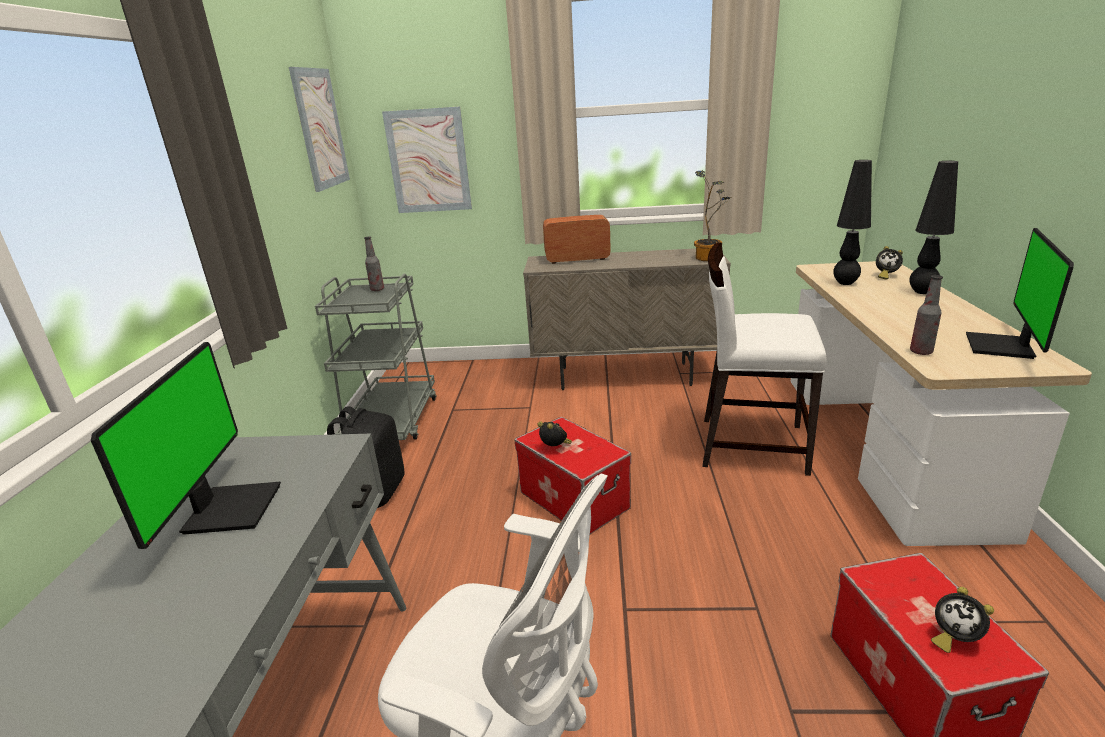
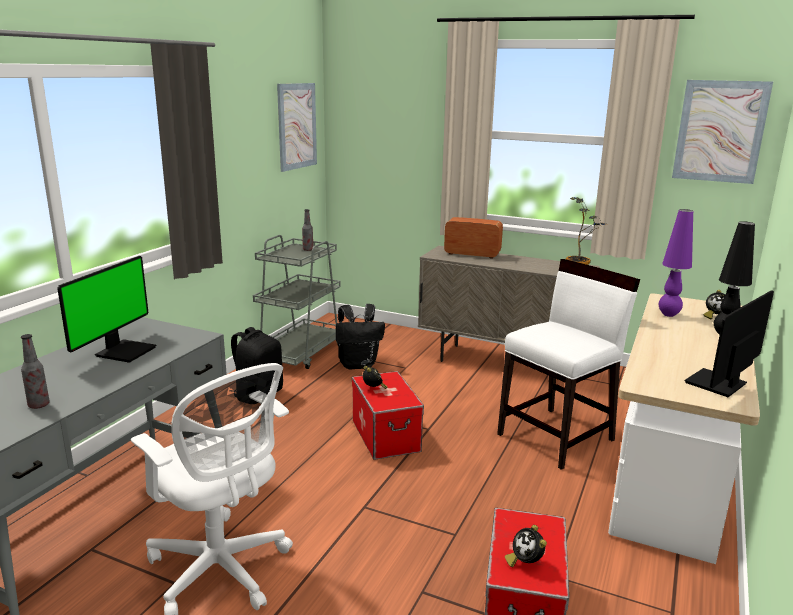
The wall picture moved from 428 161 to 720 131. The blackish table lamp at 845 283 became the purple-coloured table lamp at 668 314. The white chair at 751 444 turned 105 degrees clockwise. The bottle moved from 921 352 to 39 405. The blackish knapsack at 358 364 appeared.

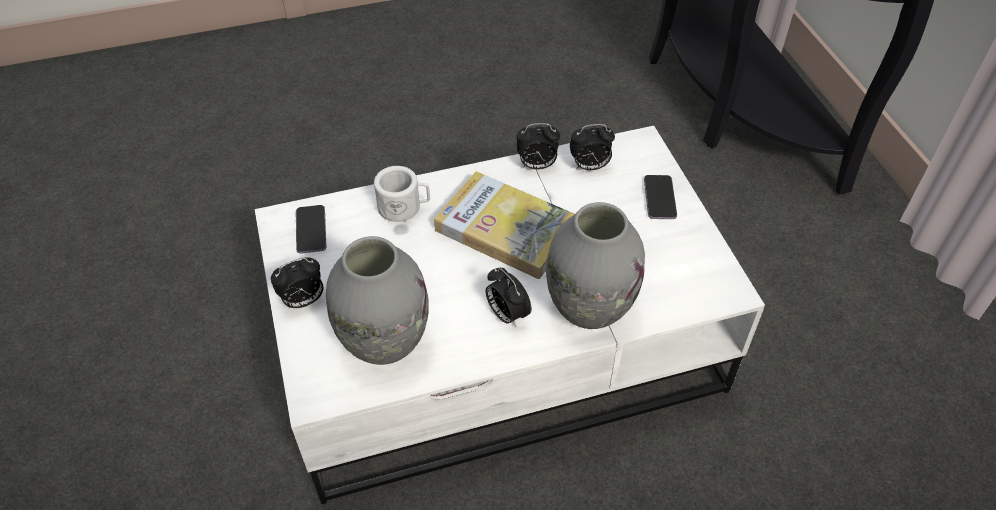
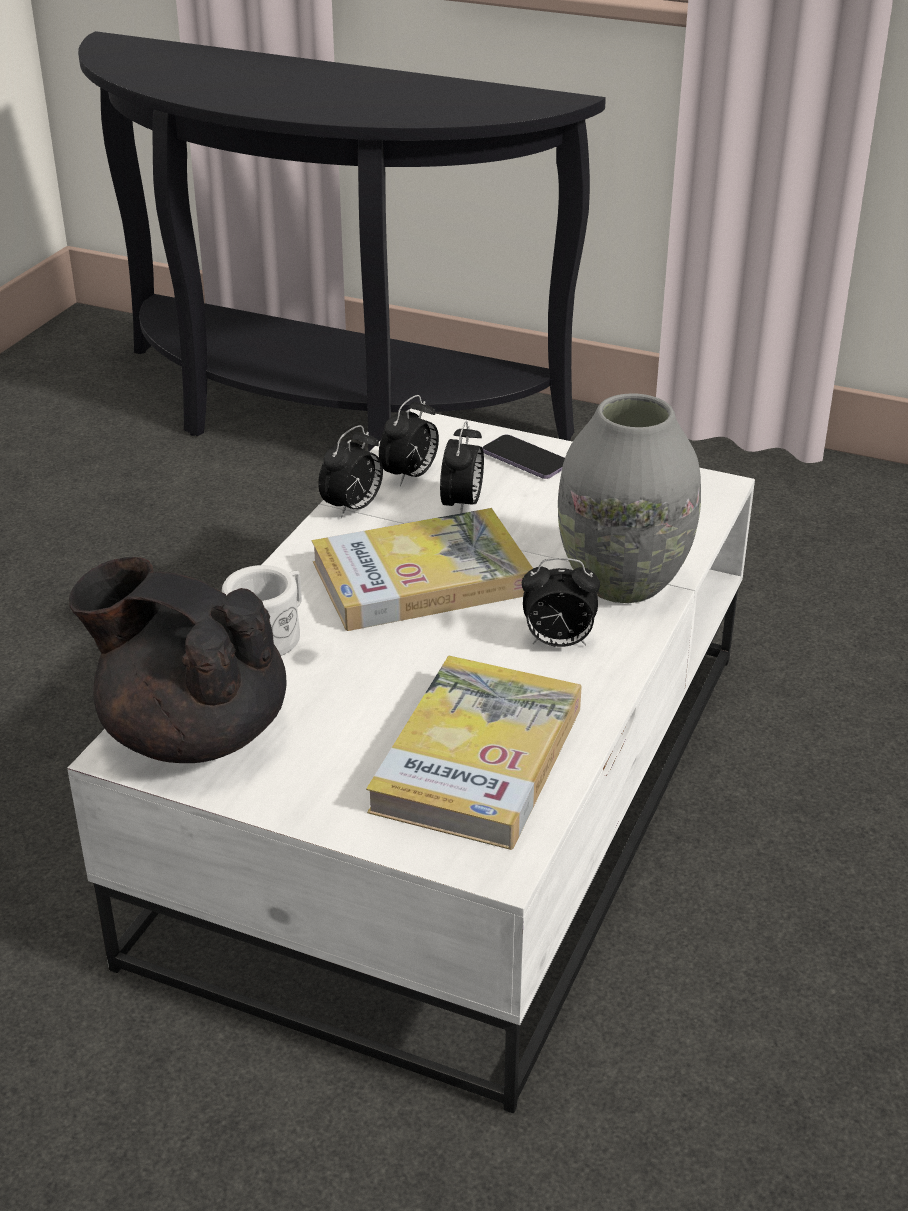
The phone at 311 230 was replaced by the blackish tea pot at 192 732. The greyish decorative vase at 383 341 was replaced by the bound book at 478 758. The alarm clock moved from 303 301 to 462 505.

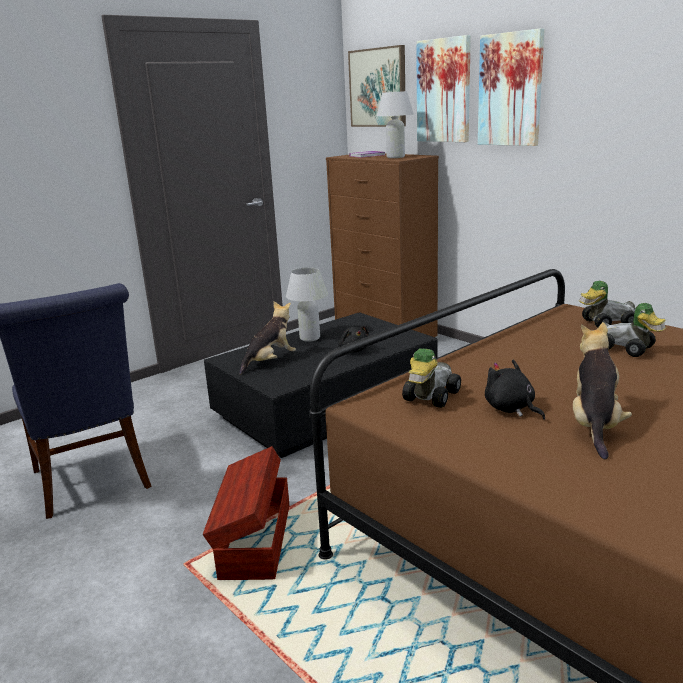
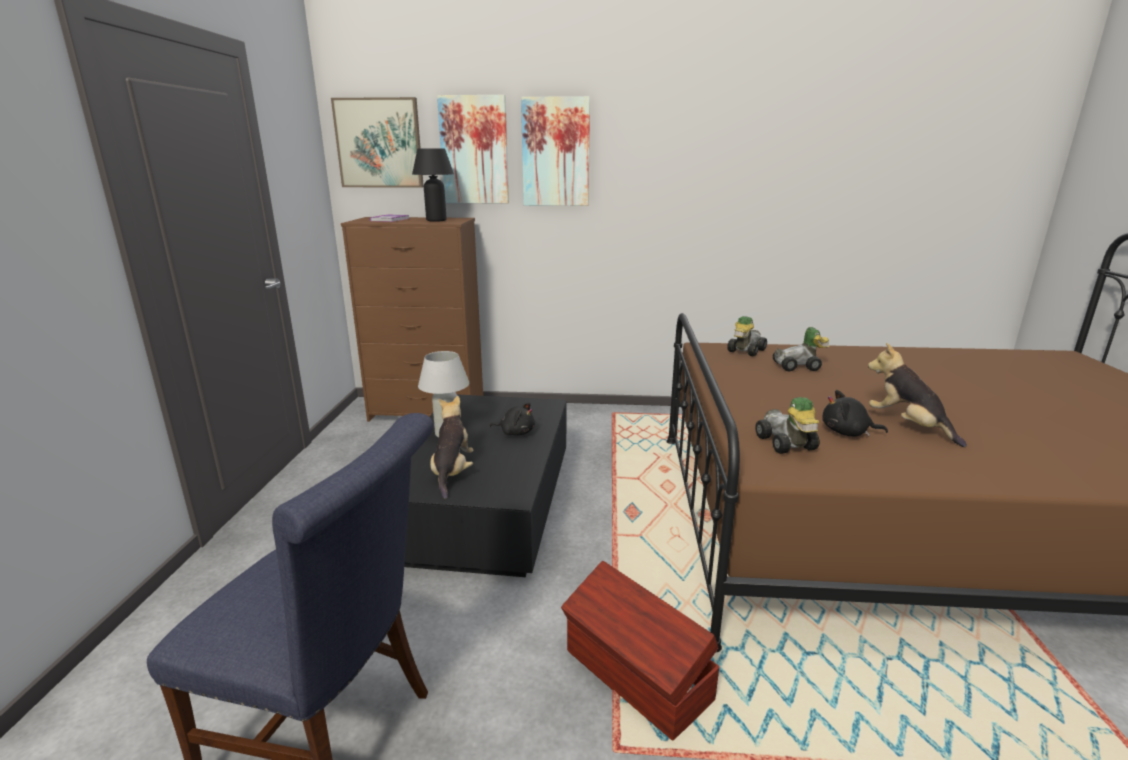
The white table lamp at 395 157 became the blackish table lamp at 436 220.

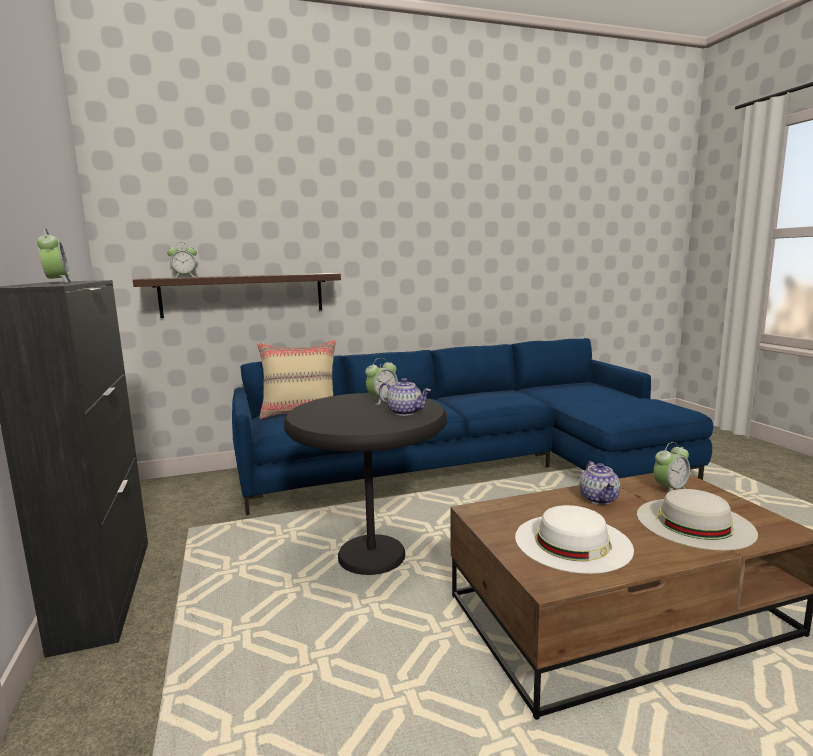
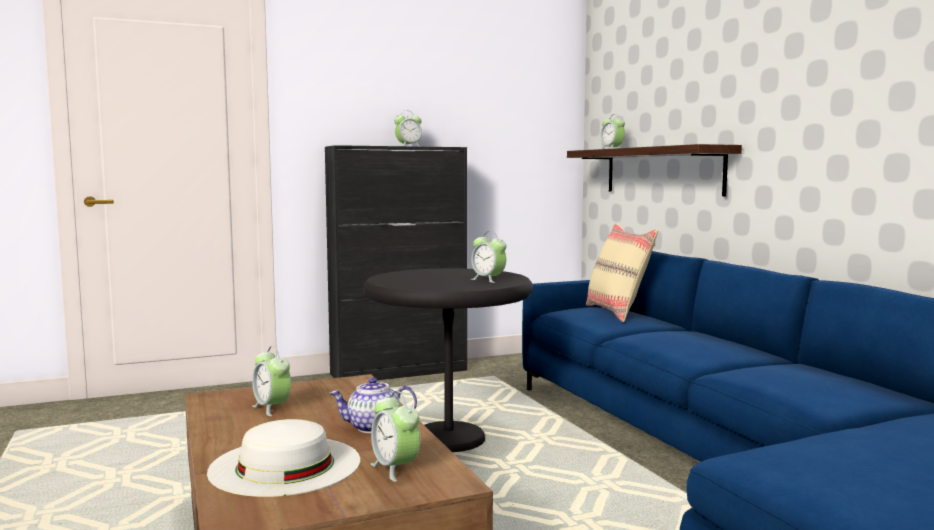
The tea pot at 405 412 disappeared. The white wearable hat at 572 542 was replaced by the alarm clock at 272 408.

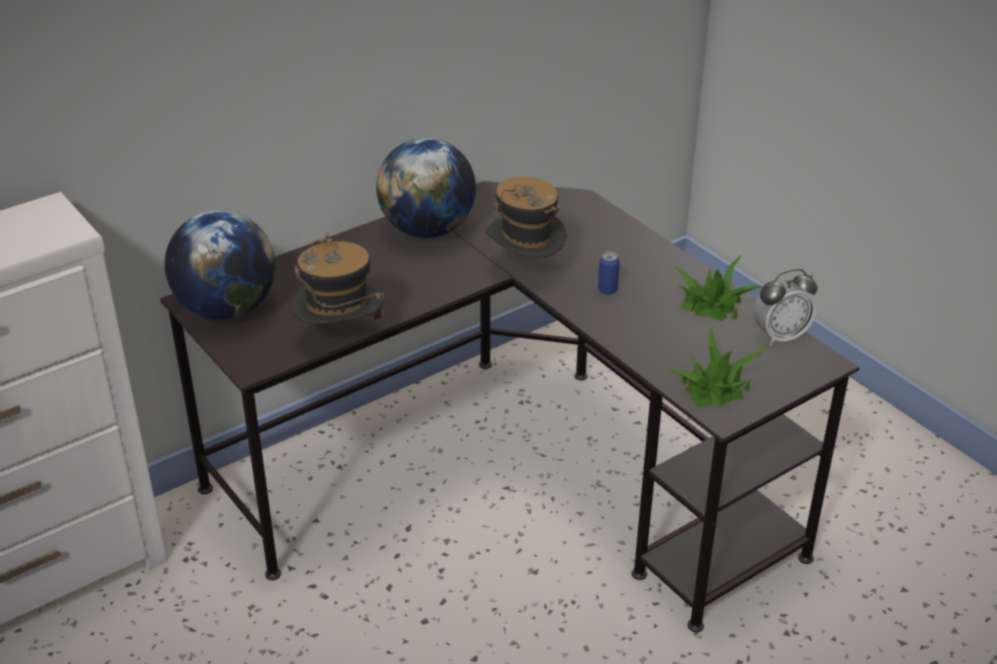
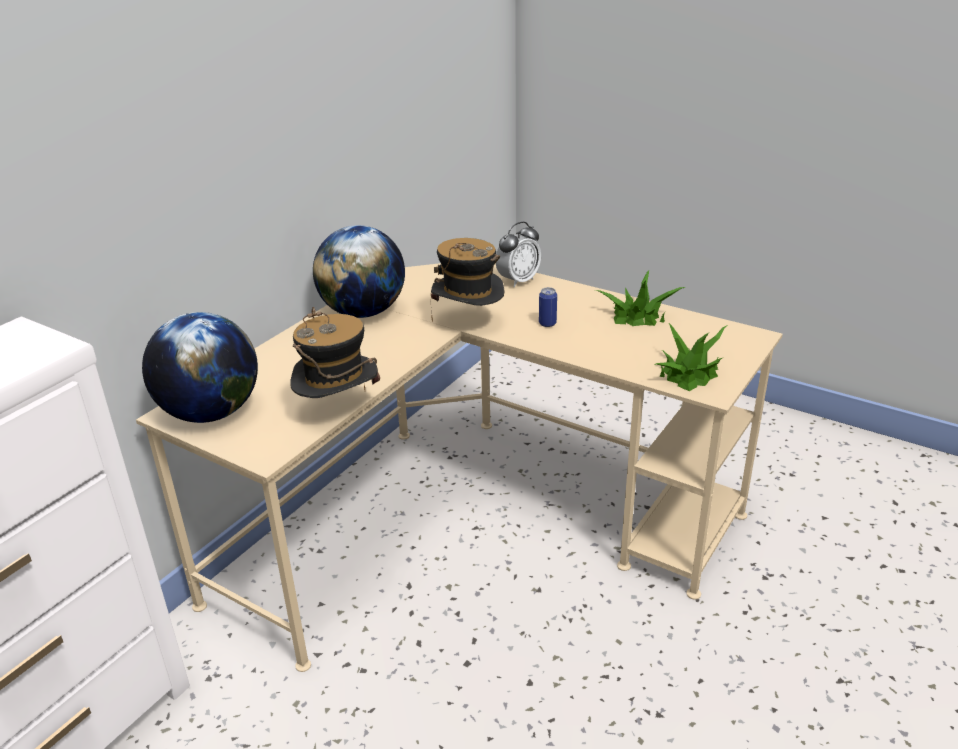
The blackish desk table at 508 475 became the beige desk table at 471 517. The alarm clock moved from 780 336 to 518 281.

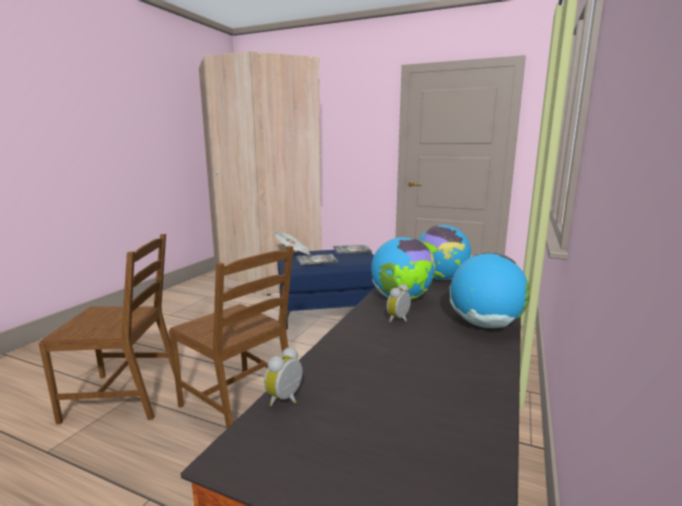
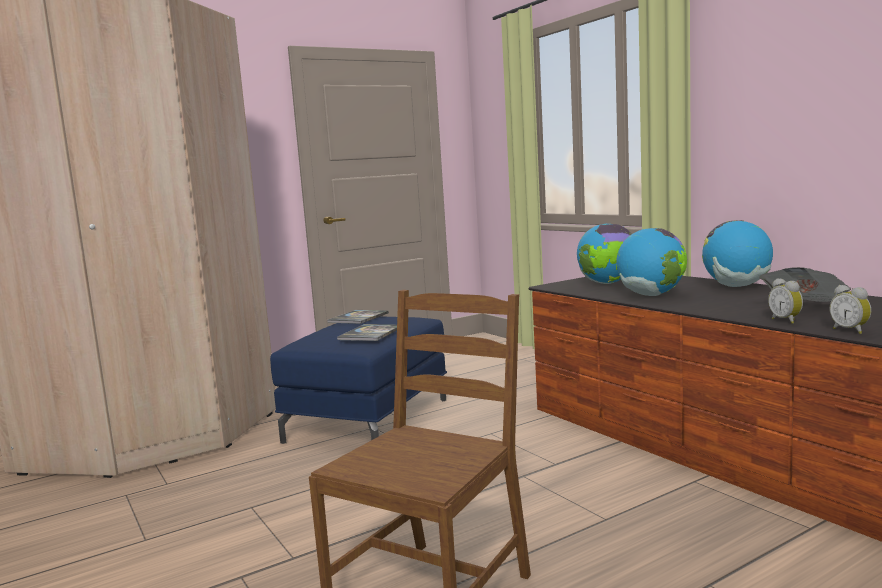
The newspaper moved from 293 252 to 805 308. The brown chair at 239 404 disappeared. The alarm clock moved from 399 320 to 786 320.

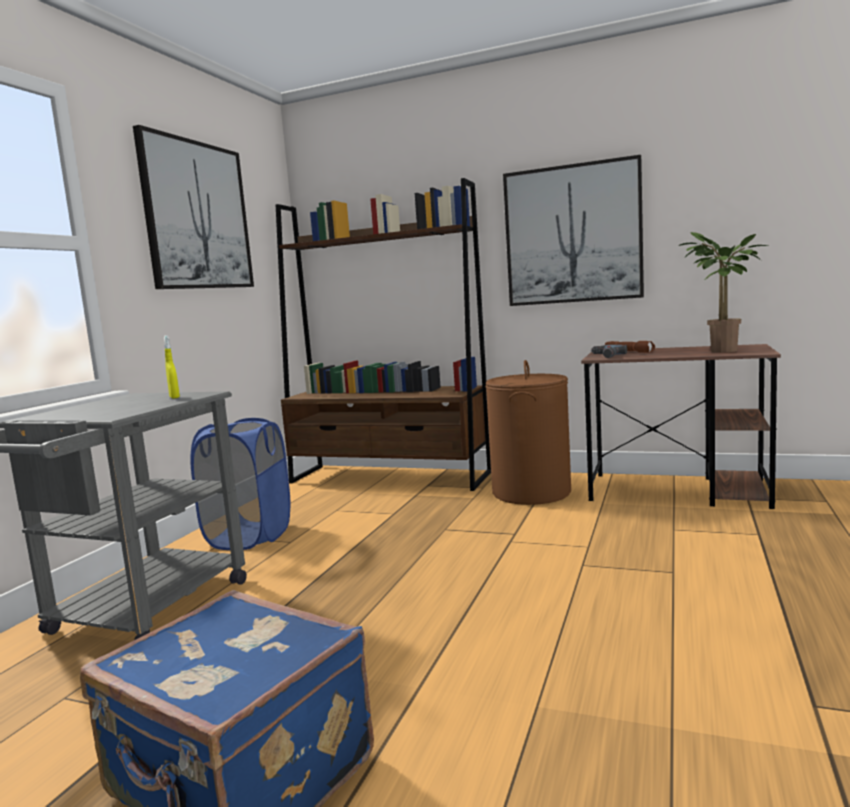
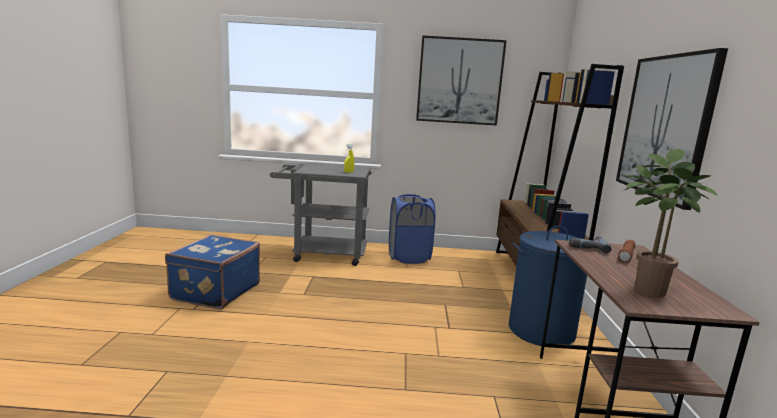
The brown washing basket at 531 492 became the blue washing basket at 541 331.

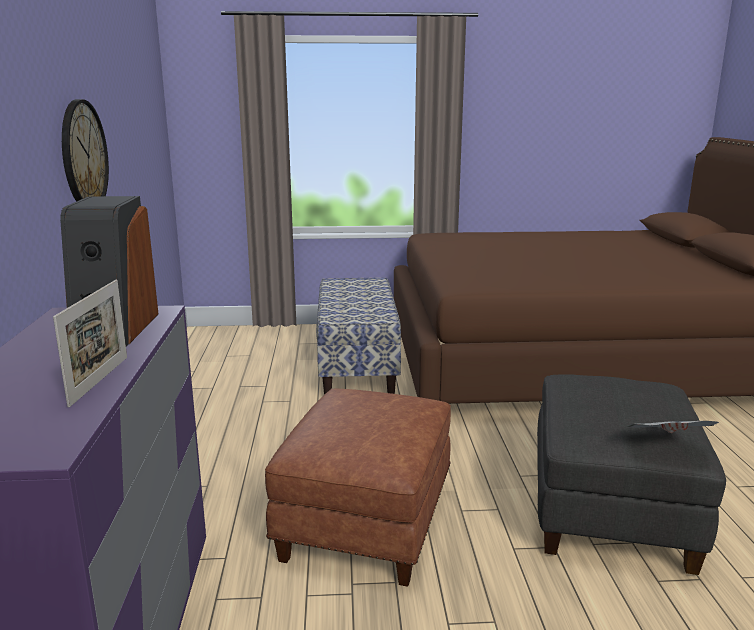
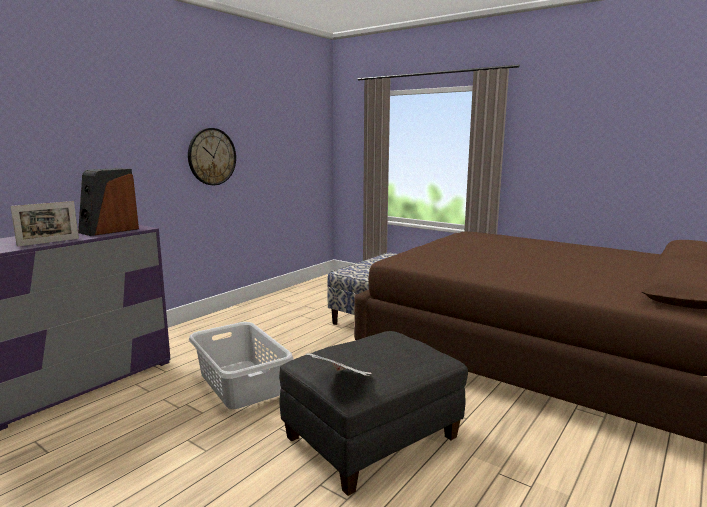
The brown ottoman at 365 520 was replaced by the greyish washing basket at 241 383.

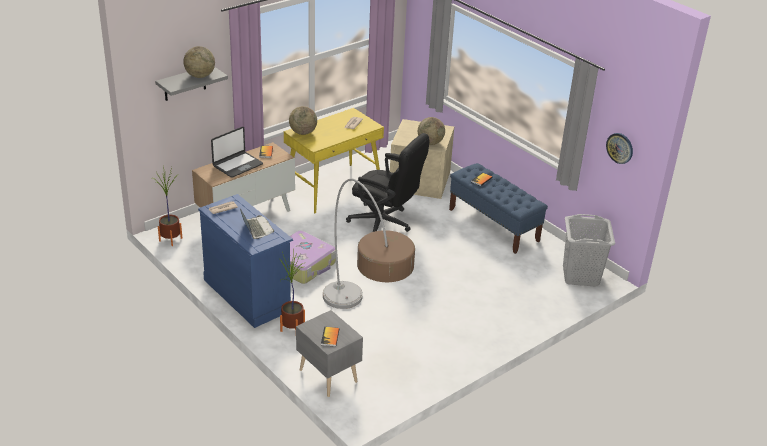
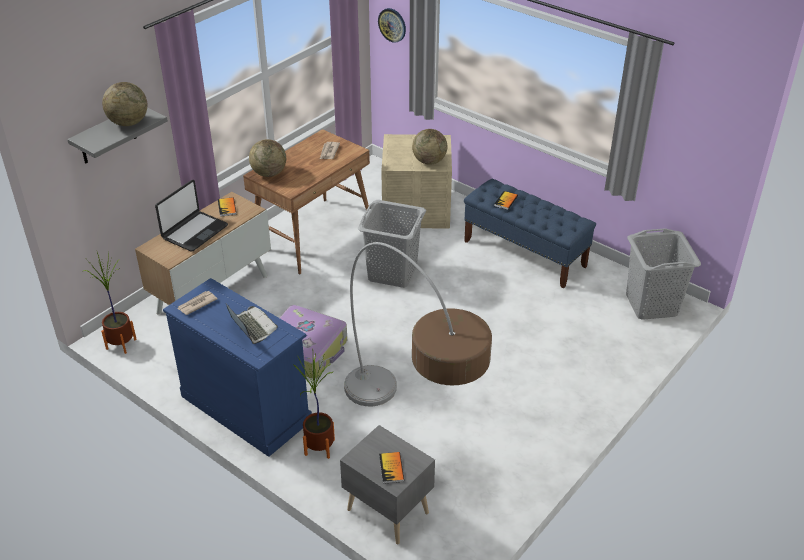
The yellow-coloured desk table at 333 188 became the brown desk table at 313 235. The blackish computer chair at 385 223 was replaced by the greyish washing basket at 392 273. The hanging clock moved from 620 148 to 392 25.

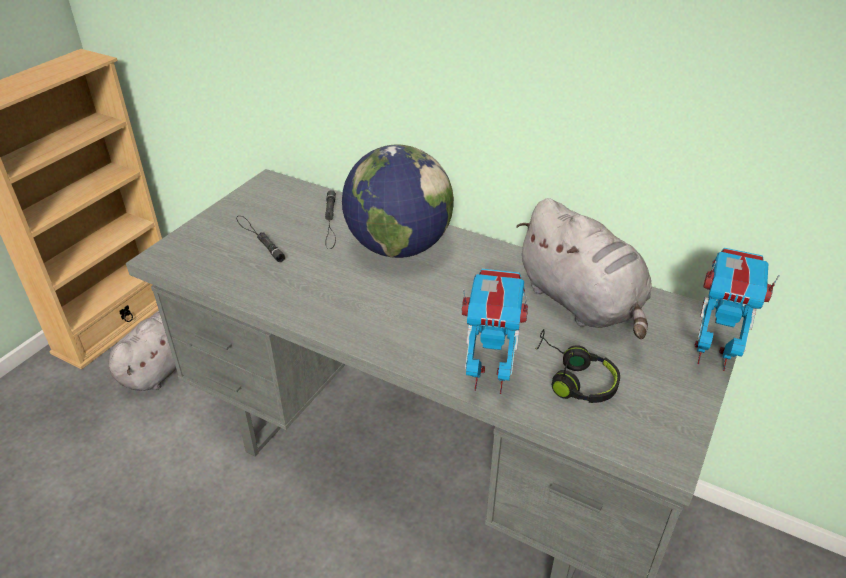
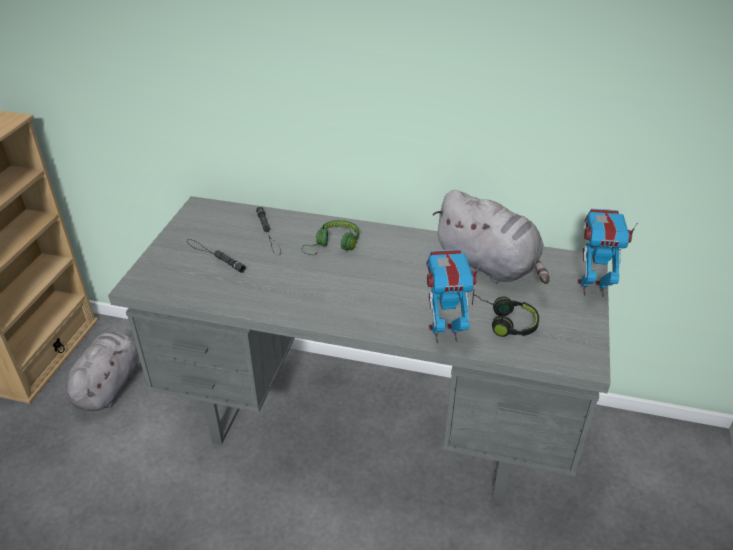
The world globe at 398 247 was replaced by the greenish headphones at 333 245.

